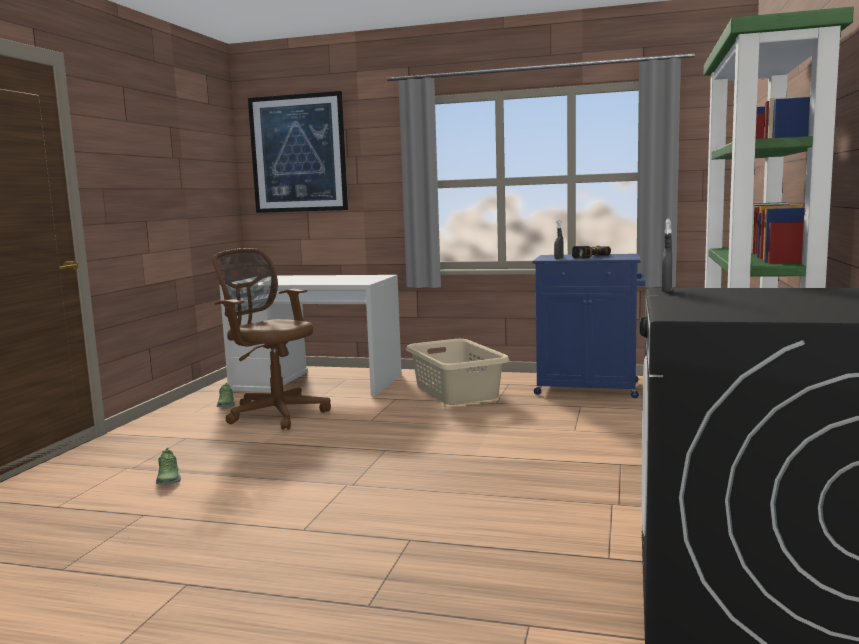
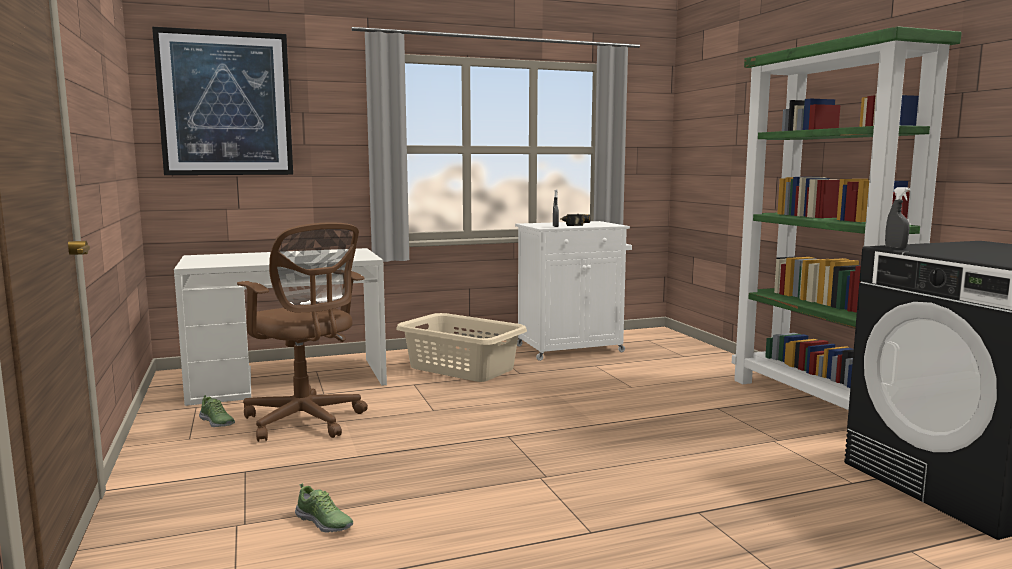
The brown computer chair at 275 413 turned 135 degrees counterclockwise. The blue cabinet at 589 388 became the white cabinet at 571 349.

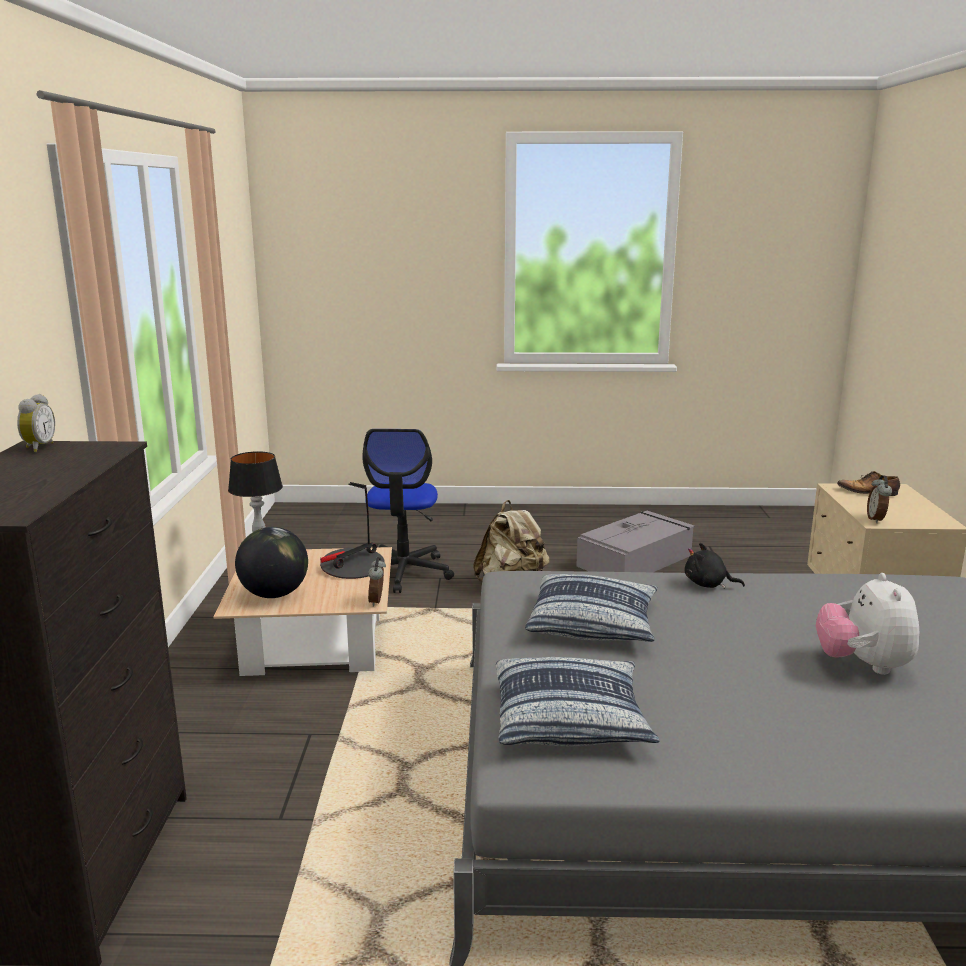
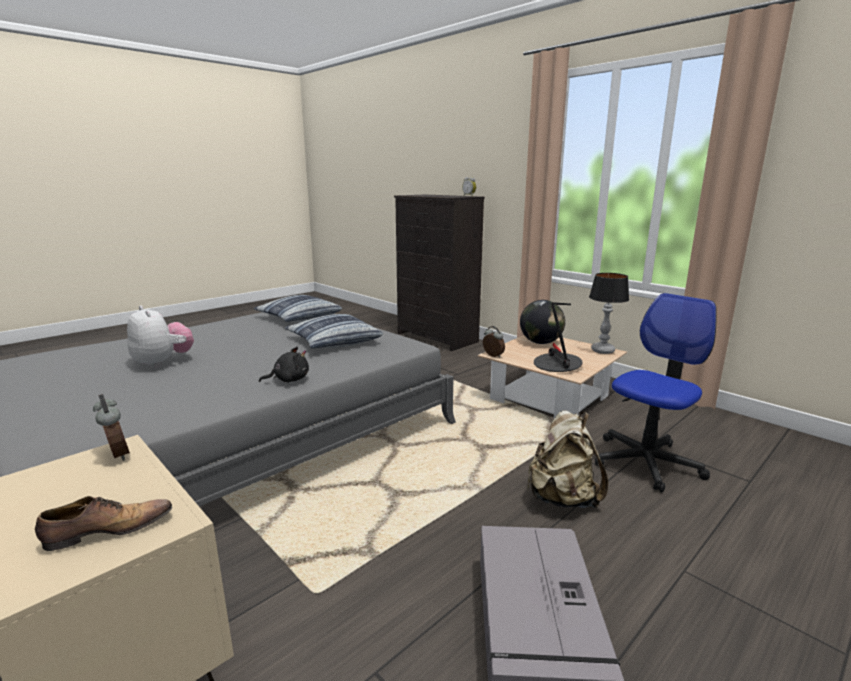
The computer chair at 403 572 turned 90 degrees clockwise.

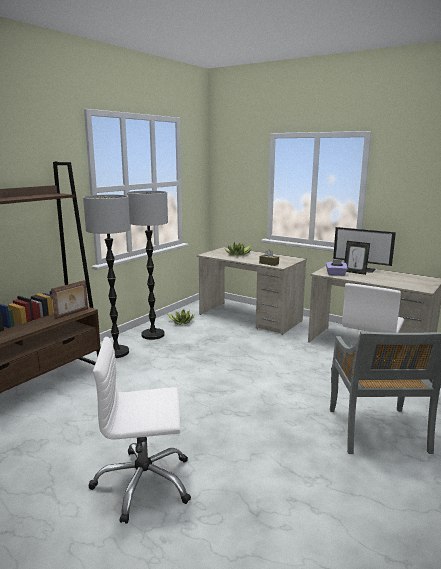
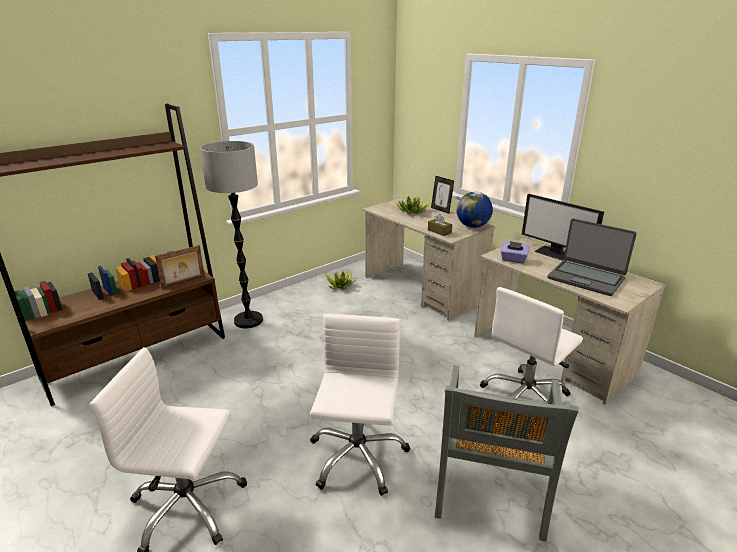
The floor lamp at 153 335 disappeared. The standing frame moved from 355 272 to 441 210. The world globe at 472 226 appeared. The notebook computer at 586 278 appeared. The white computer chair at 357 456 appeared.

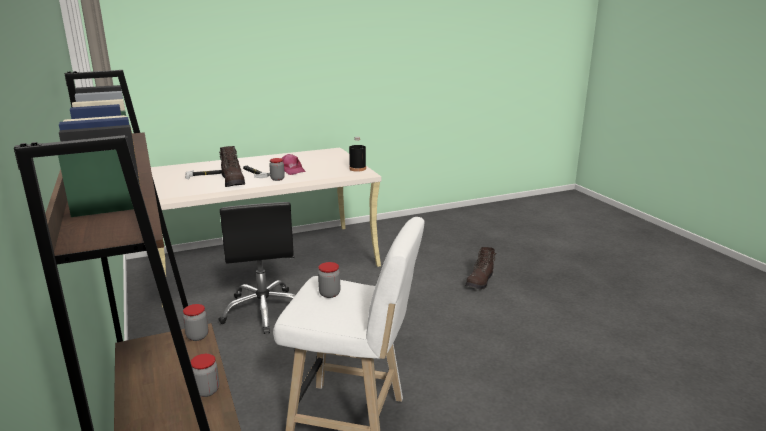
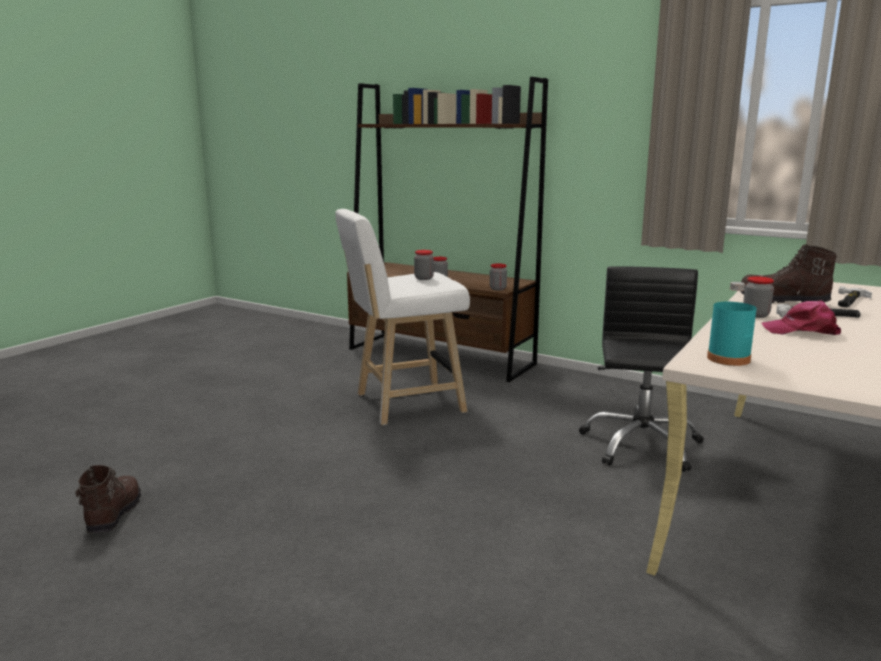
The blackish bottle at 357 169 became the turquoise-coloured bottle at 728 359. The blackish computer chair at 264 310 turned 60 degrees clockwise. The brown tall boot moved from 480 282 to 113 515.

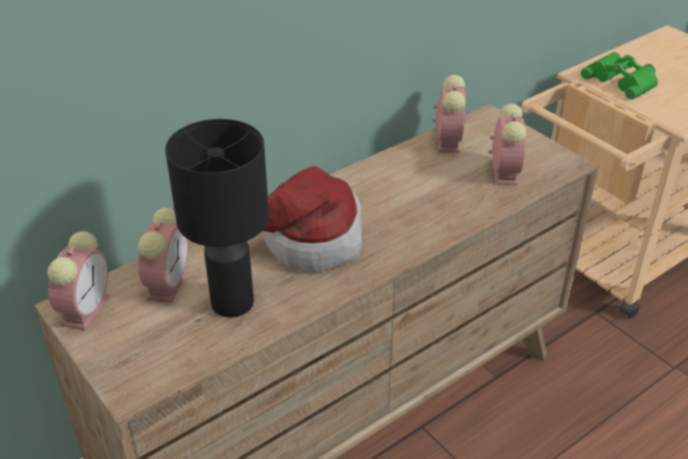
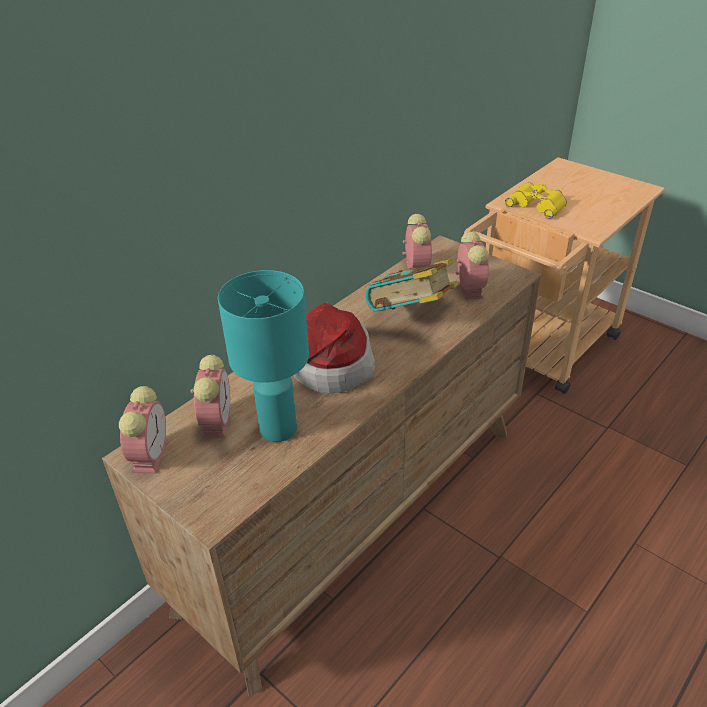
The greenish pair of binoculars at 622 80 became the yellow-coloured pair of binoculars at 538 204. The blackish table lamp at 232 301 became the turquoise-coloured table lamp at 278 428. The bound book at 411 316 appeared.

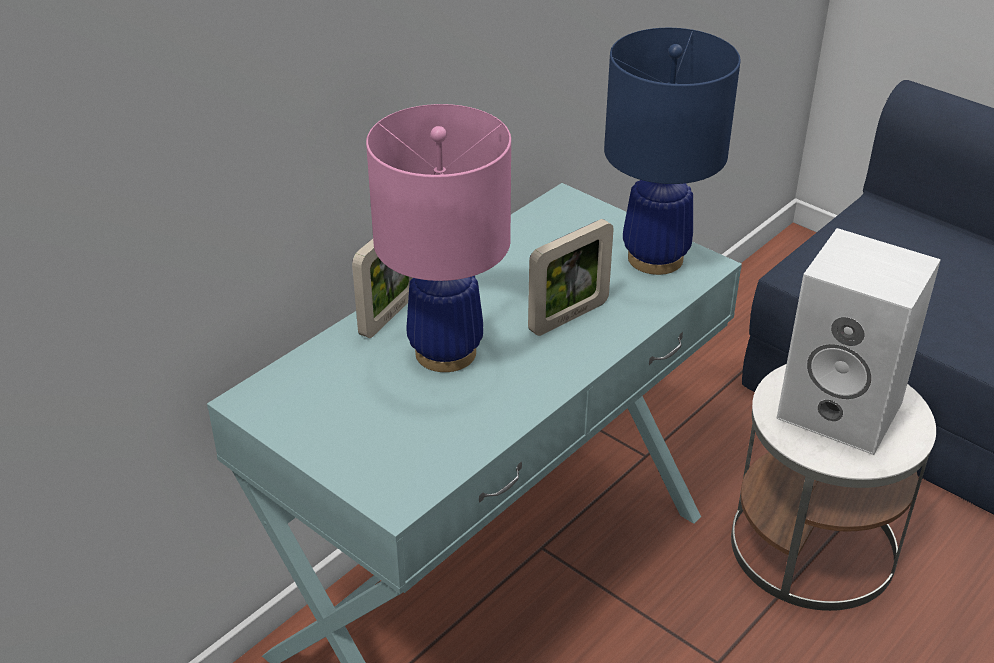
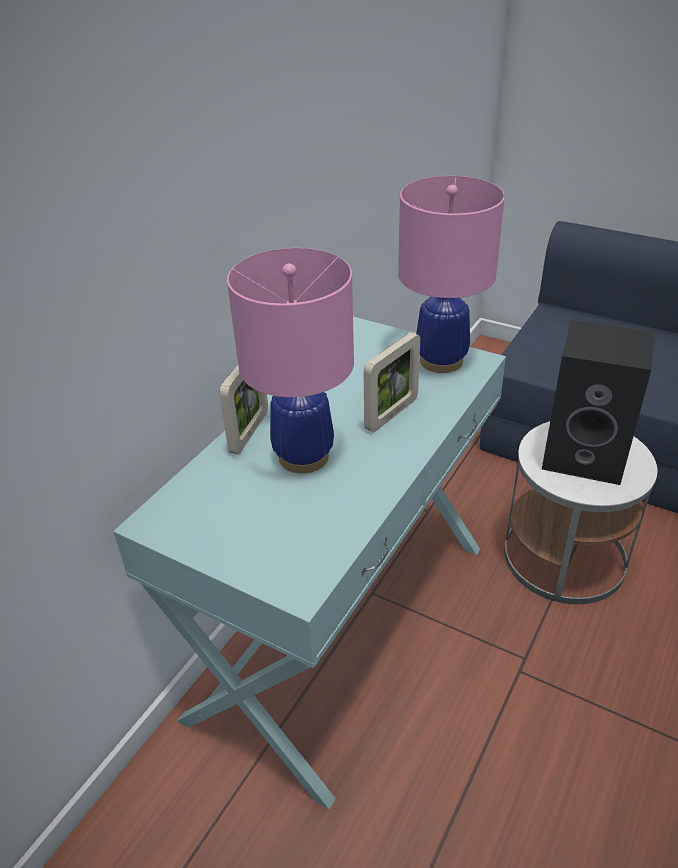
The blue table lamp at 655 258 became the pink table lamp at 440 361. The white audio speaker at 843 410 became the blackish audio speaker at 586 455.

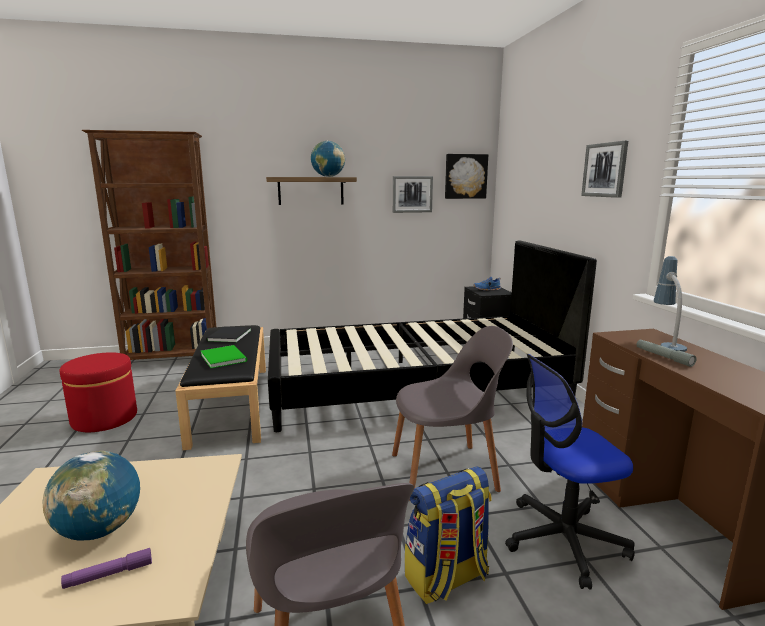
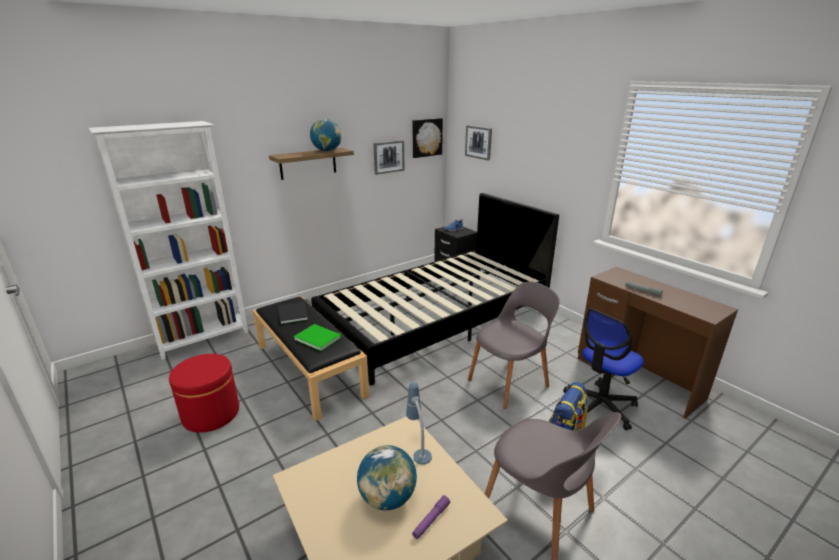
The brown bookcase at 173 359 became the white bookcase at 204 338. The wall picture moved from 605 170 to 478 142. The table lamp moved from 666 343 to 418 447.

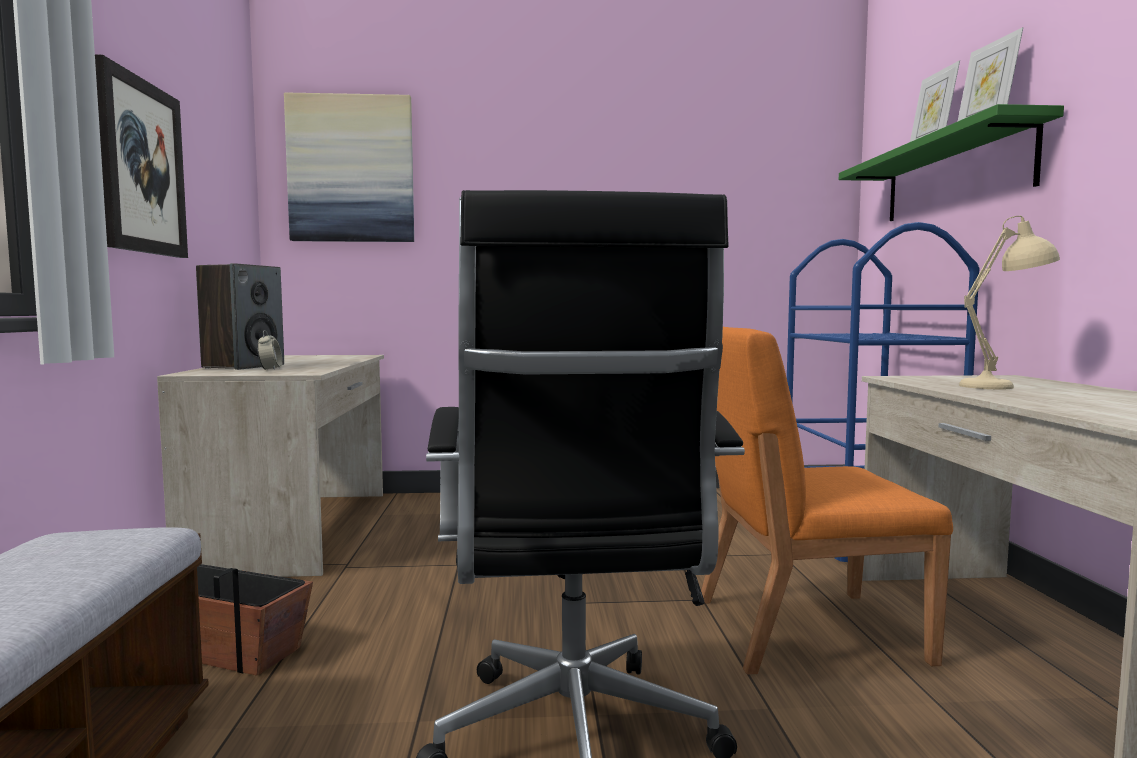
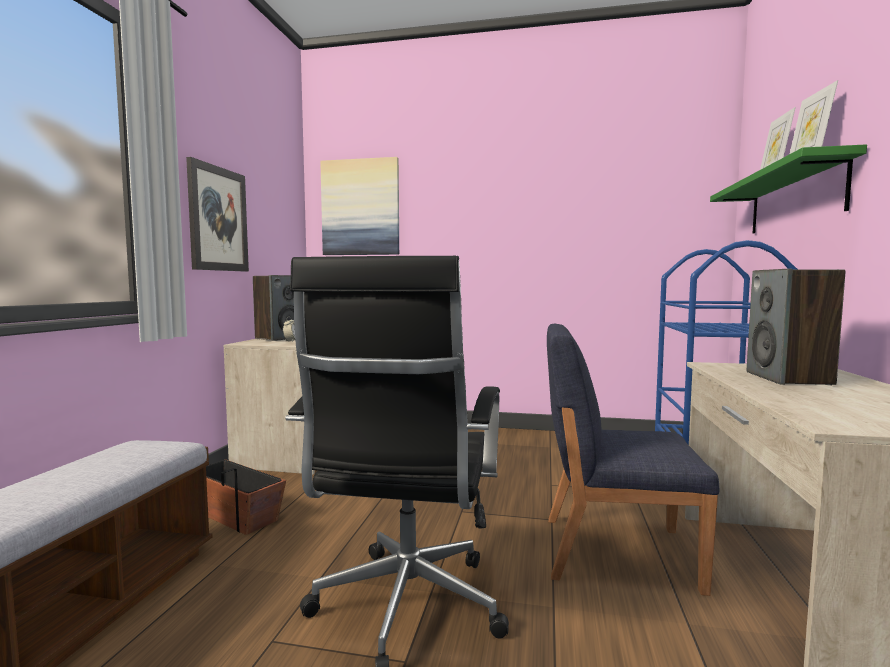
The beige table lamp at 1005 386 was replaced by the audio speaker at 789 378. The orange-coloured chair at 803 629 became the blue chair at 615 551.

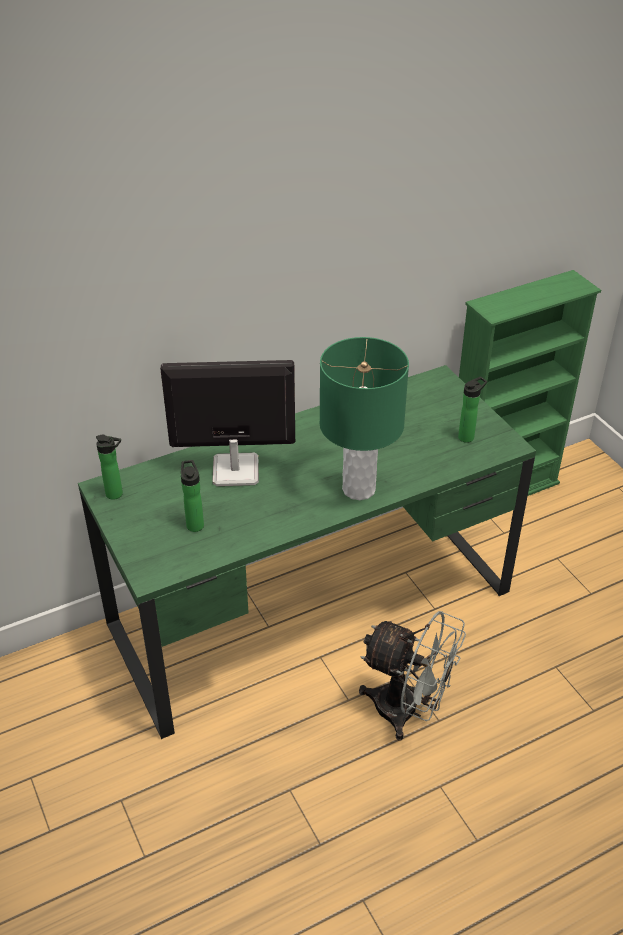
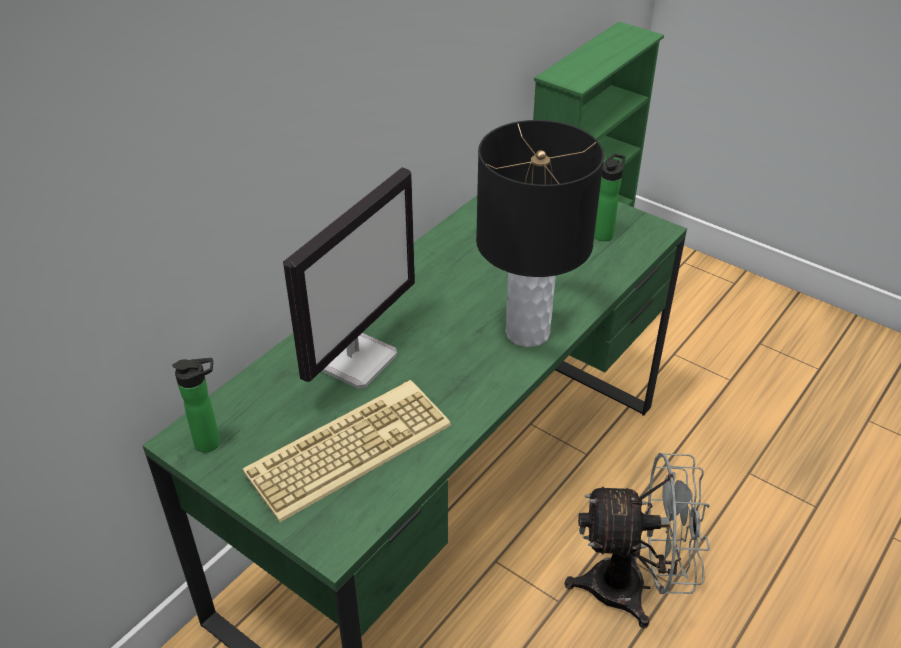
The greenish table lamp at 358 489 became the blackish table lamp at 527 332. The monitor at 234 471 turned 150 degrees clockwise. The bottle at 194 524 was replaced by the computer keyboard at 349 446.

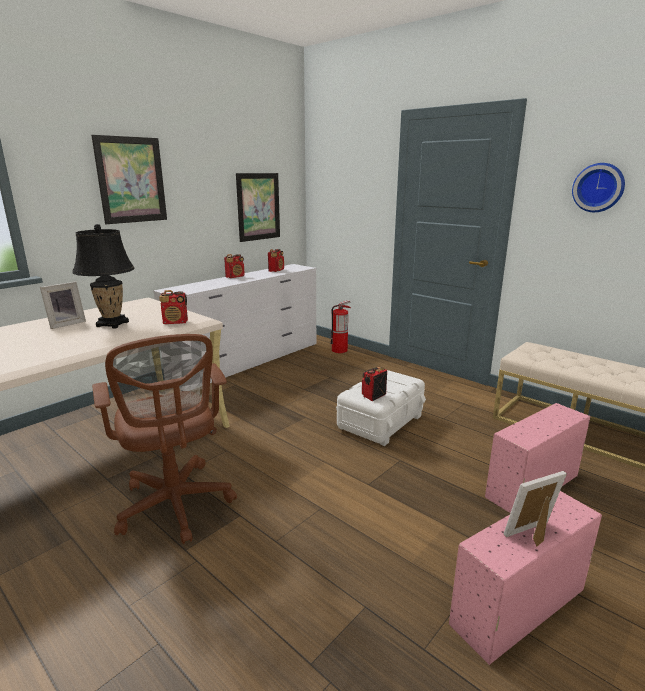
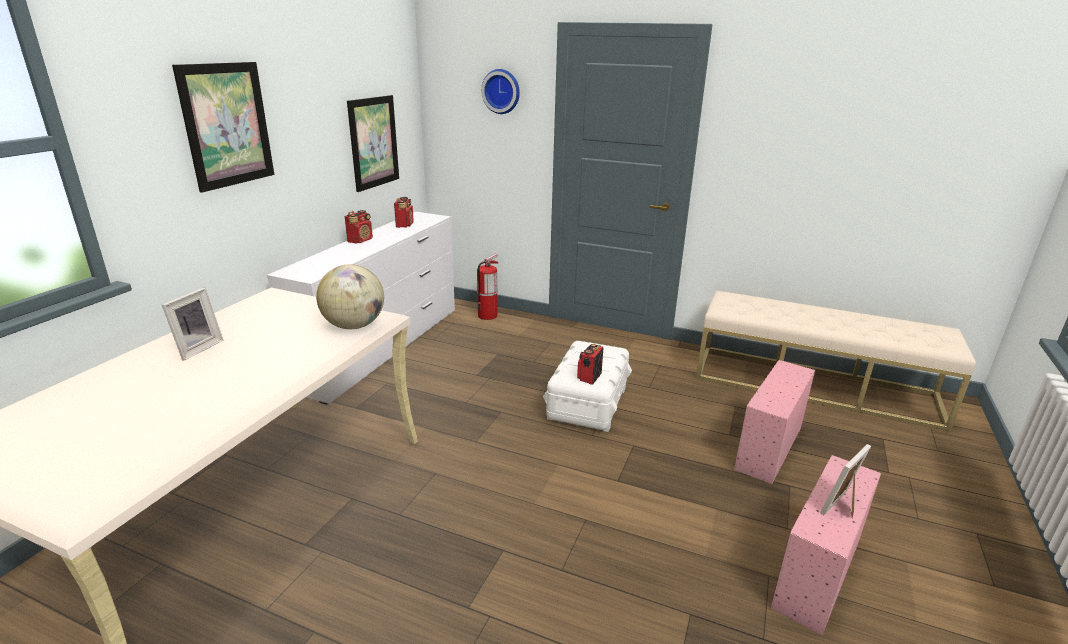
The hanging clock moved from 598 187 to 502 91. The blackish table lamp at 112 324 disappeared. The radio receiver at 175 322 was replaced by the world globe at 354 326. The brown computer chair at 176 507 disappeared.

